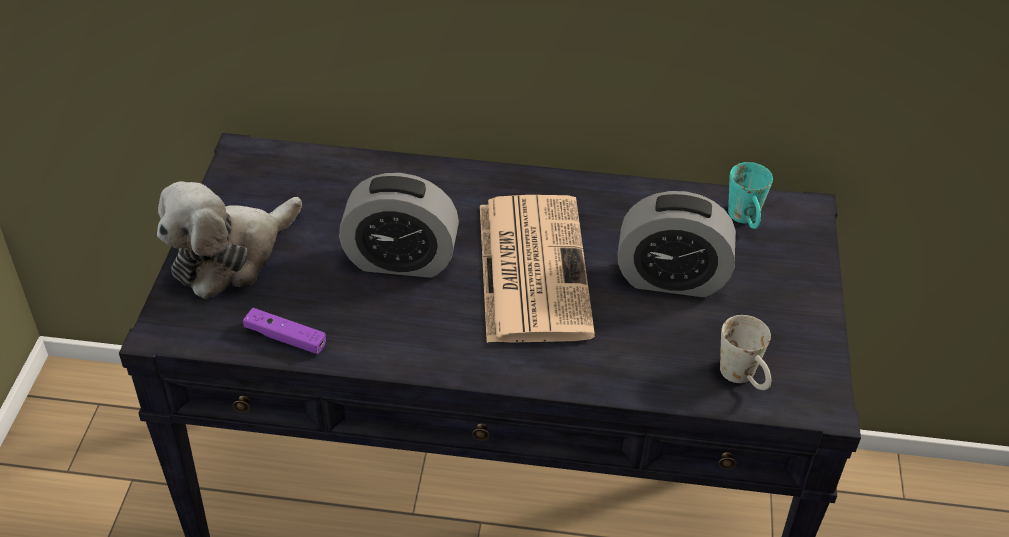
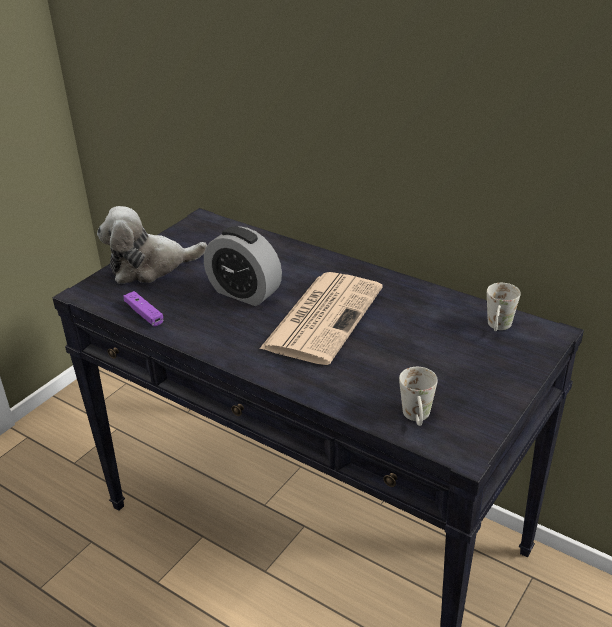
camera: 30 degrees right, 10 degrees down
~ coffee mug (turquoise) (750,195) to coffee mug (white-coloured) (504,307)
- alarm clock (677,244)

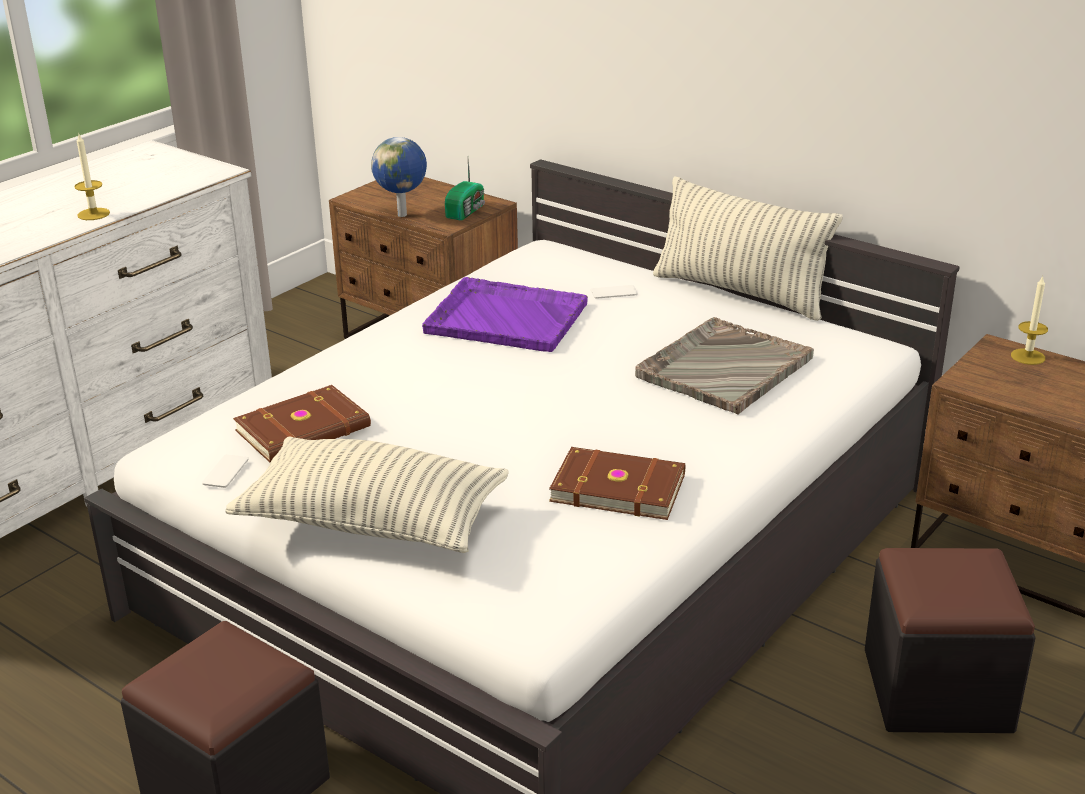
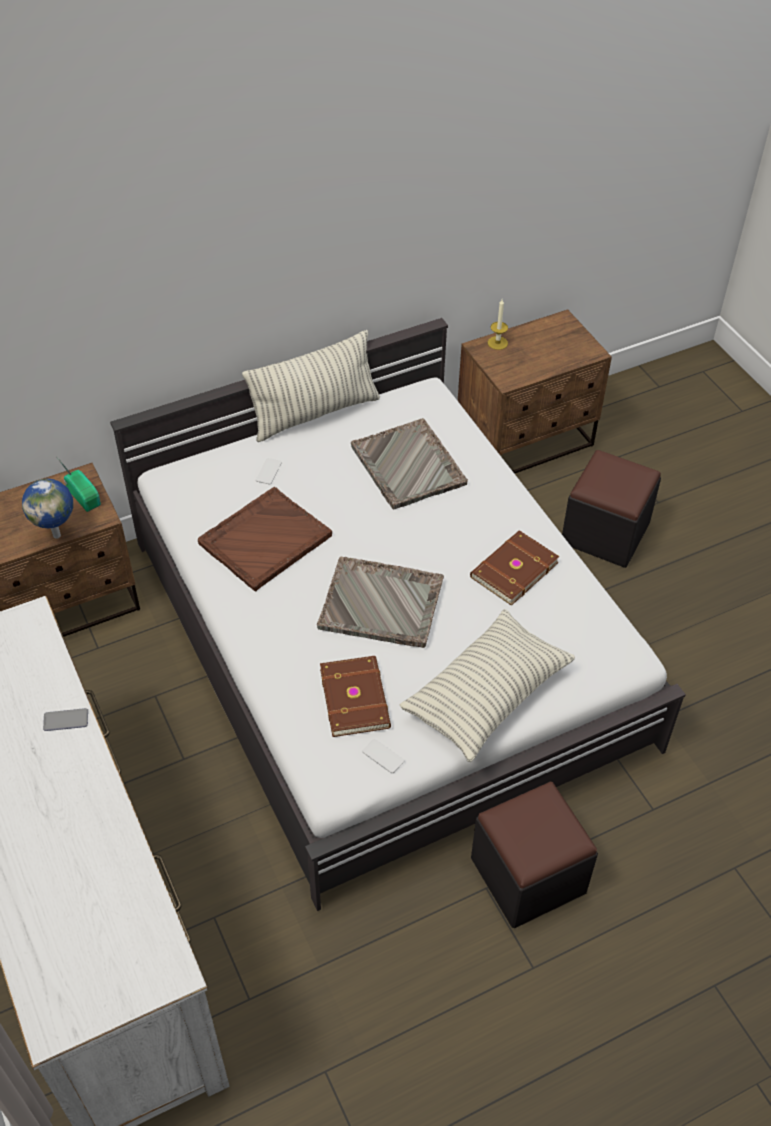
camera: 65 degrees left, 20 degrees up
~ wax light (92,177) to telephone (65,719)
~ carrying tray (purple) (505,314) to carrying tray (brown) (265,539)
+ carrying tray (gray) (380,602)

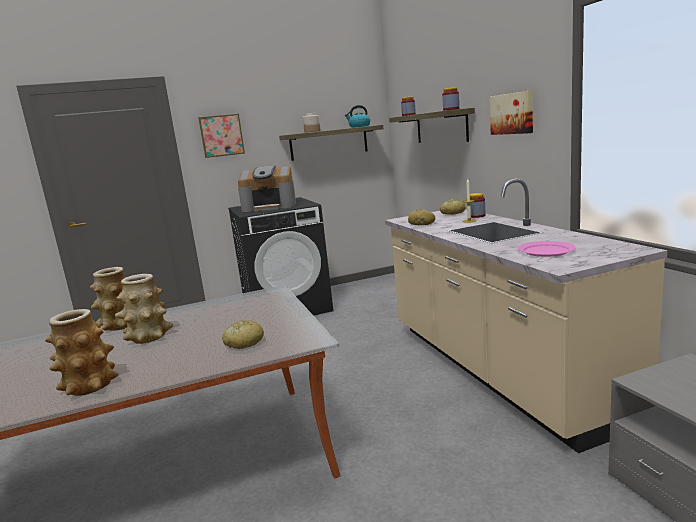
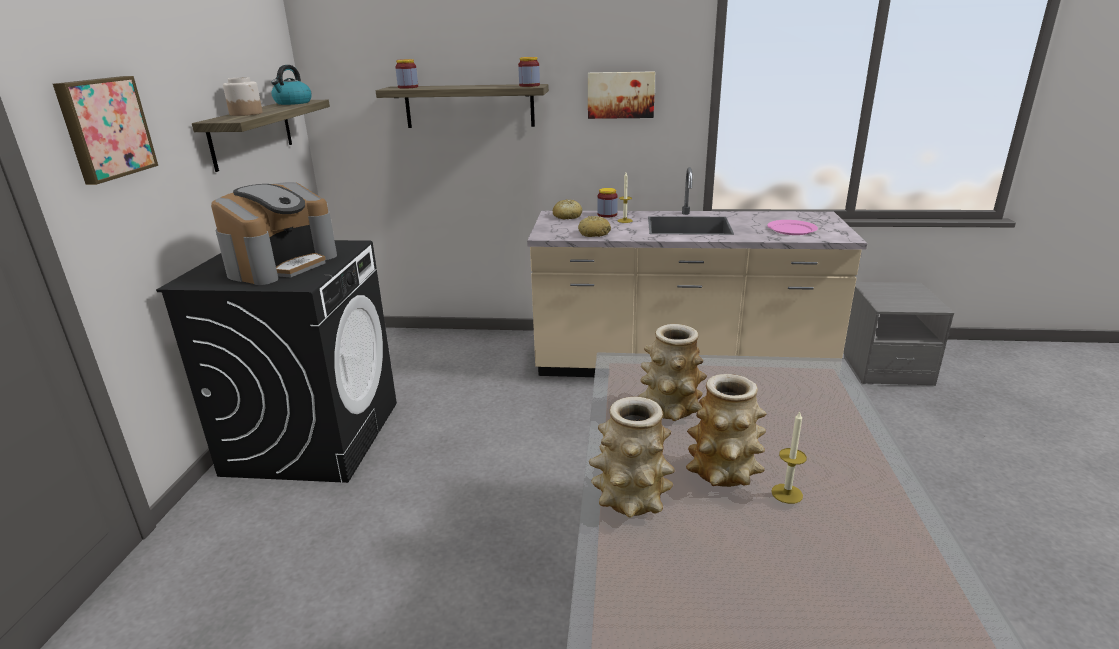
camera: 65 degrees left, 10 degrees up
~ decorative vase (82,352) to (672,372)
- bakery bread (243,334)
+ wax light (789,458)

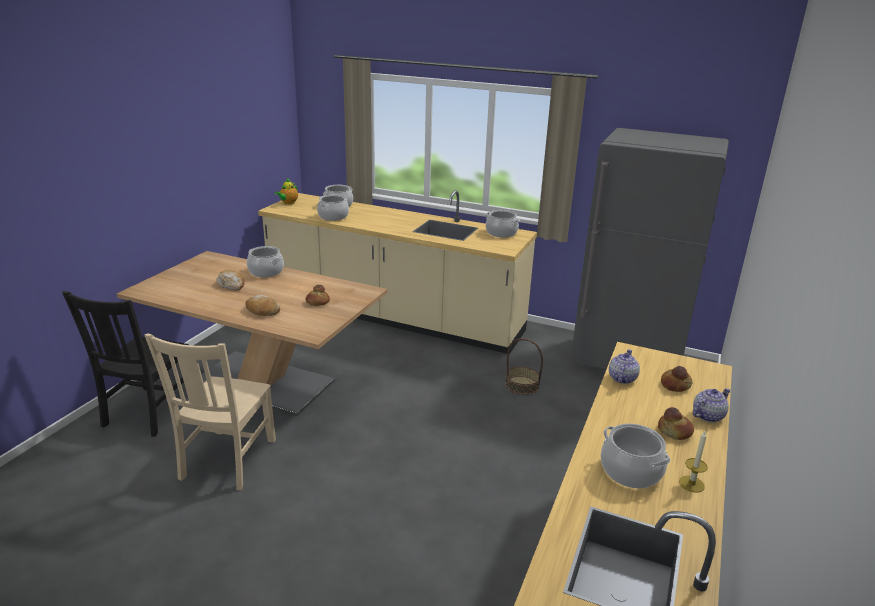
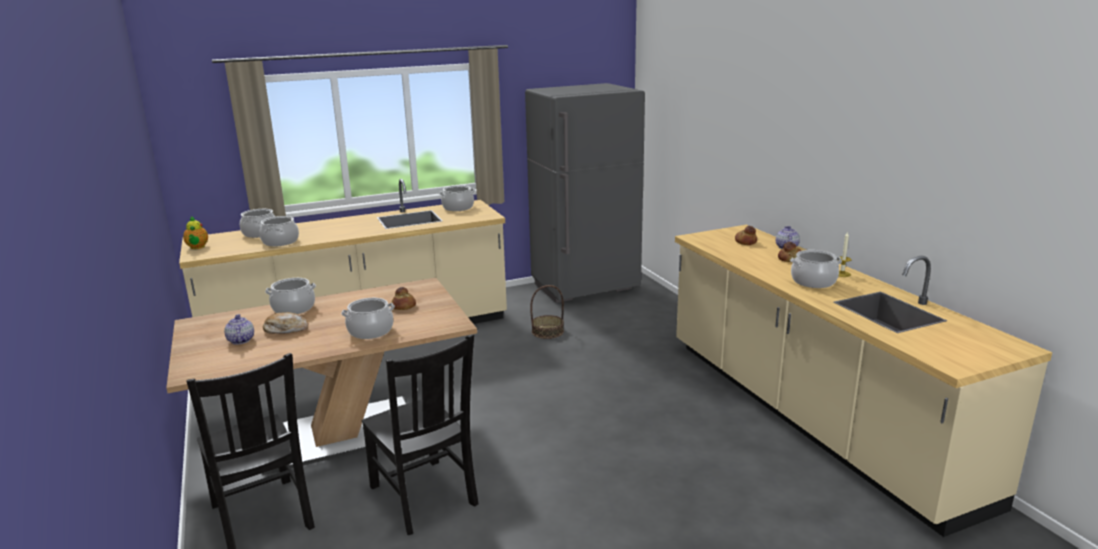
camera: 45 degrees left, 5 degrees down
~ bakery bread (262,305) to cooking pot (368,318)
~ upright chair (beige-coloured) (210,412) to upright chair (black-coloured) (420,434)
~ teapot (624,366) to (239,329)

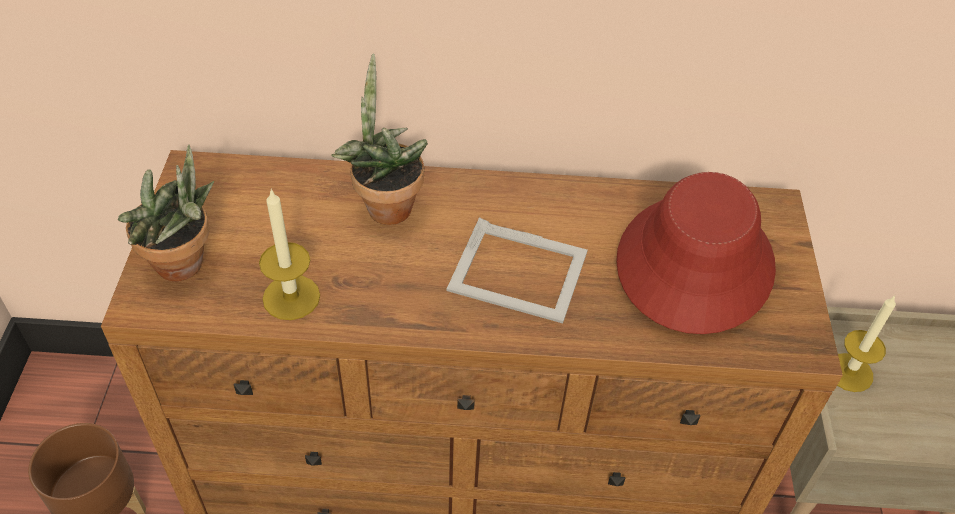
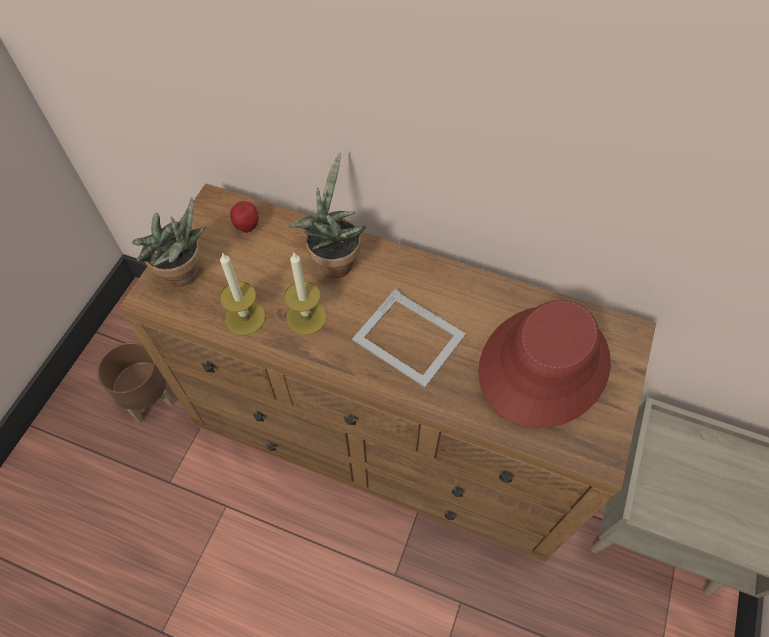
camera: 20 degrees right, 10 degrees up
~ wax light (866,344) to (305,294)
+ whole apple (244,217)

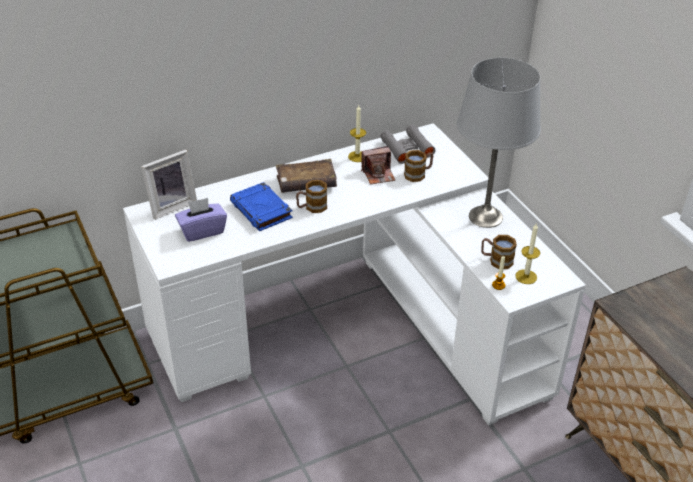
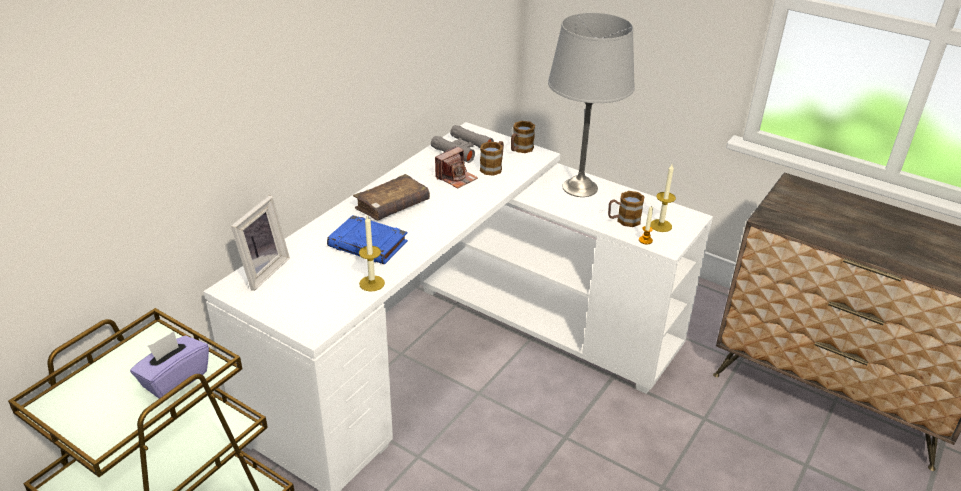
camera: 30 degrees left, 5 degrees down
~ wax light (357,133) to (372,253)
~ coffee mug (311,196) to (523,137)
~ box of tissues (purple) (201,220) to (169,365)

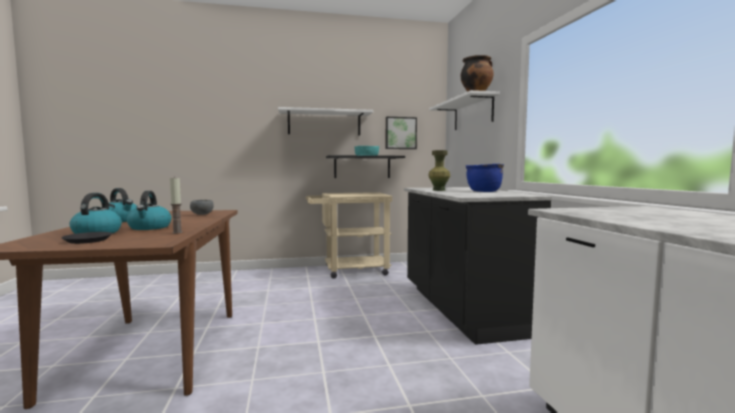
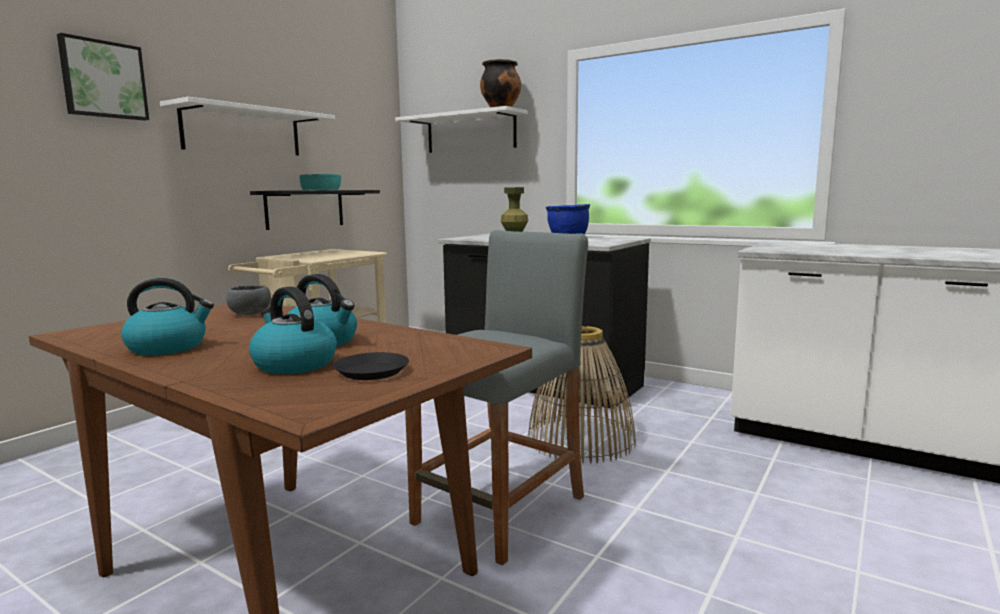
camera: 45 degrees left, 5 degrees up
~ picture (401,133) to (103,76)
- wax light (176,204)
+ sitting stool (gray) (496,398)
+ basket (582,395)

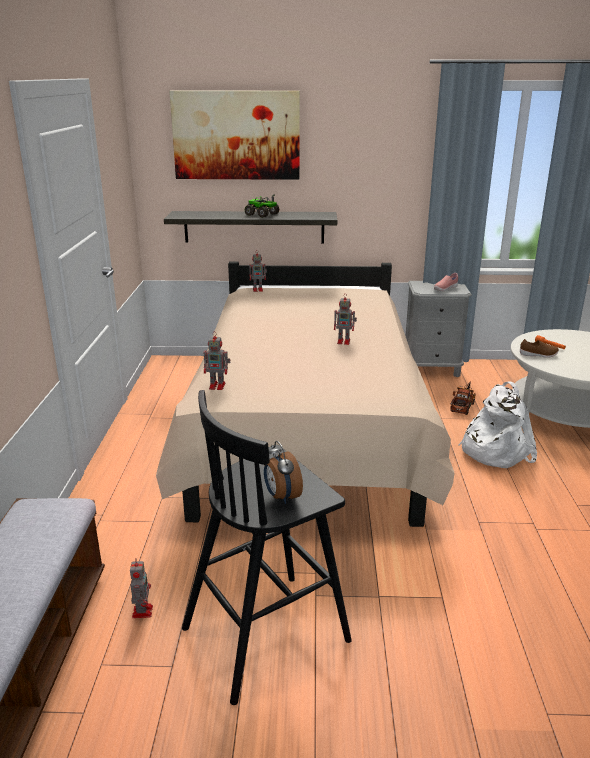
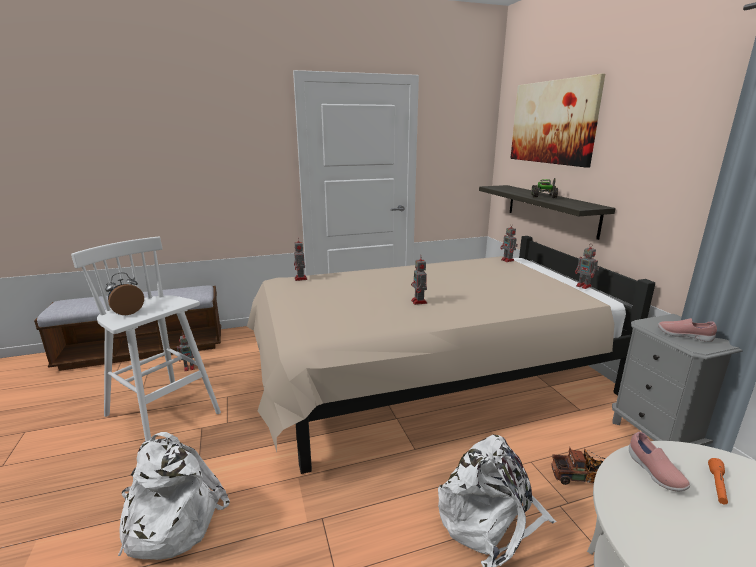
camera: 70 degrees right, 5 degrees down
~ shoe (brown) (539,348) to shoe (pink) (659,461)
~ sitting stool (black-coloured) (267,547) to sitting stool (white-coloured) (146,339)
+ model robot (587,266)
+ knapsack (white-coloured) (174,496)

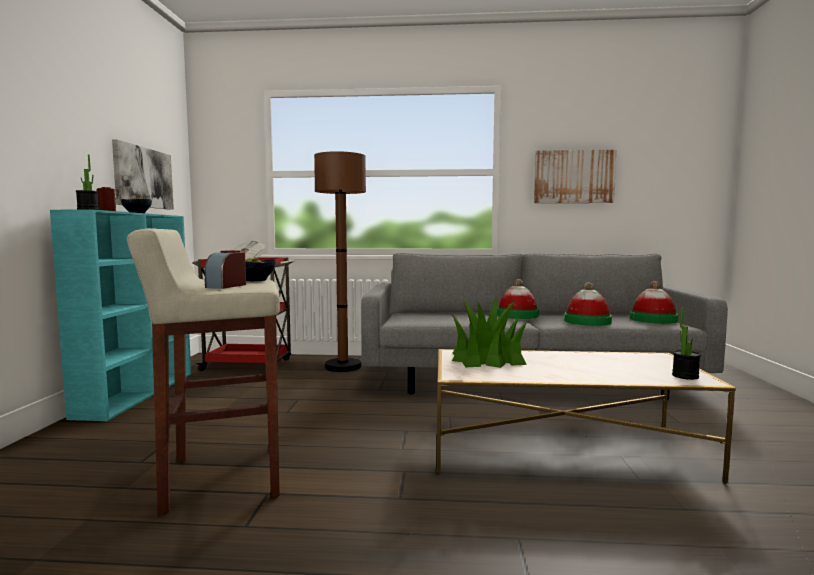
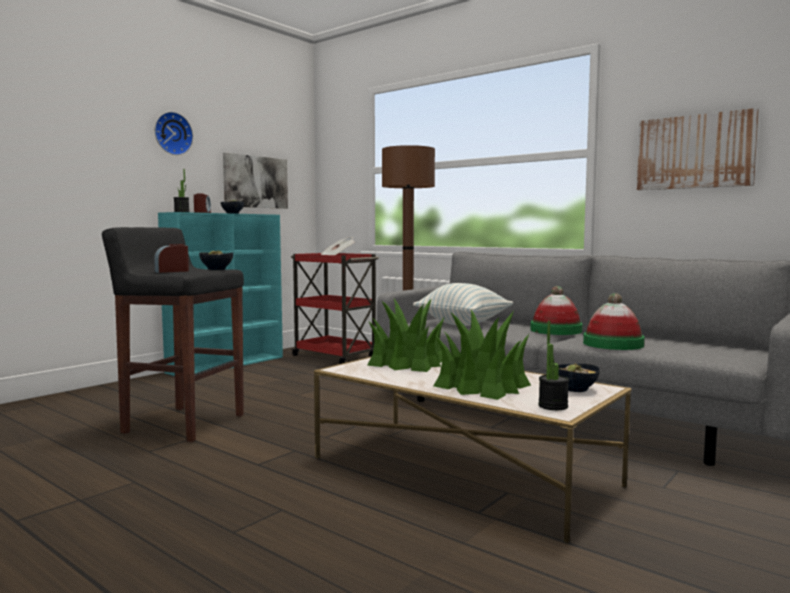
camera: 35 degrees right, 0 degrees up
~ sitting stool (beige-coloured) (203,371) to sitting stool (black-coloured) (173,334)
- wearable hat (653,302)
+ clock on the wall (174,133)
+ throw pillow (463,304)
+ plant in a pot (482,355)
+ deep dish (579,377)

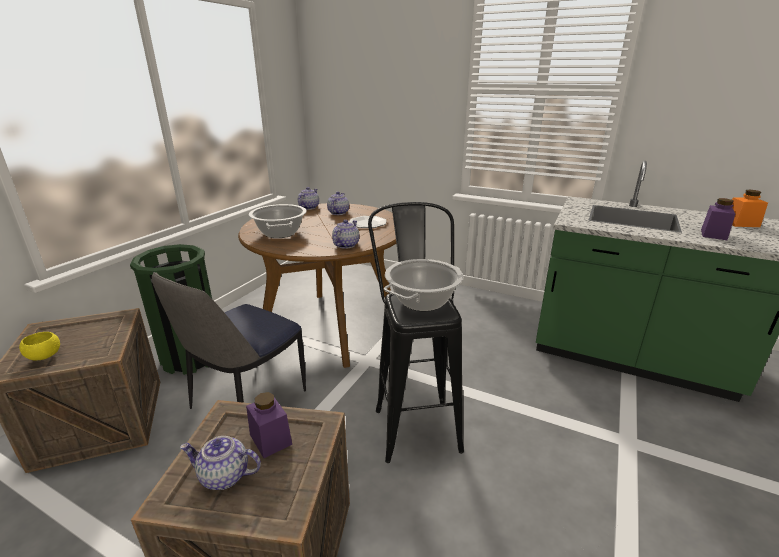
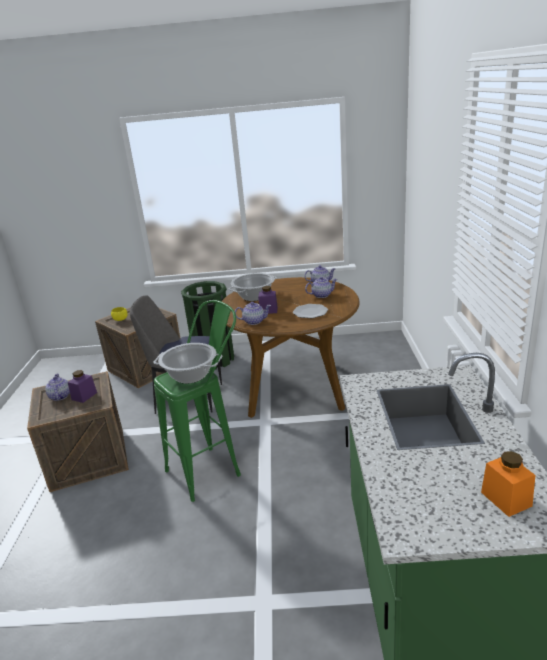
camera: 65 degrees right, 0 degrees up
~ preserve jar (purple) (718,219) to (268,300)
~ sitting stool (black-coloured) (416,332) to sitting stool (green-coloured) (197,401)

